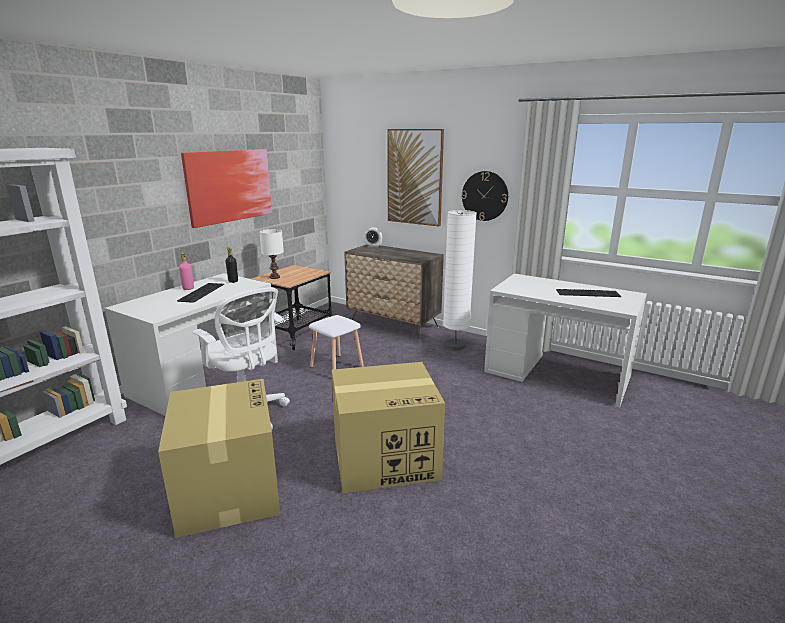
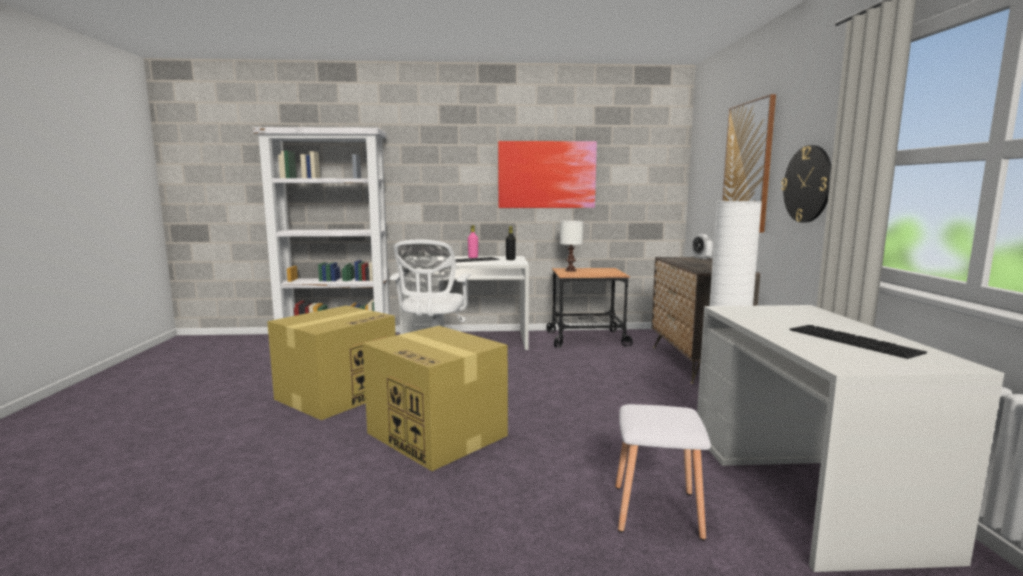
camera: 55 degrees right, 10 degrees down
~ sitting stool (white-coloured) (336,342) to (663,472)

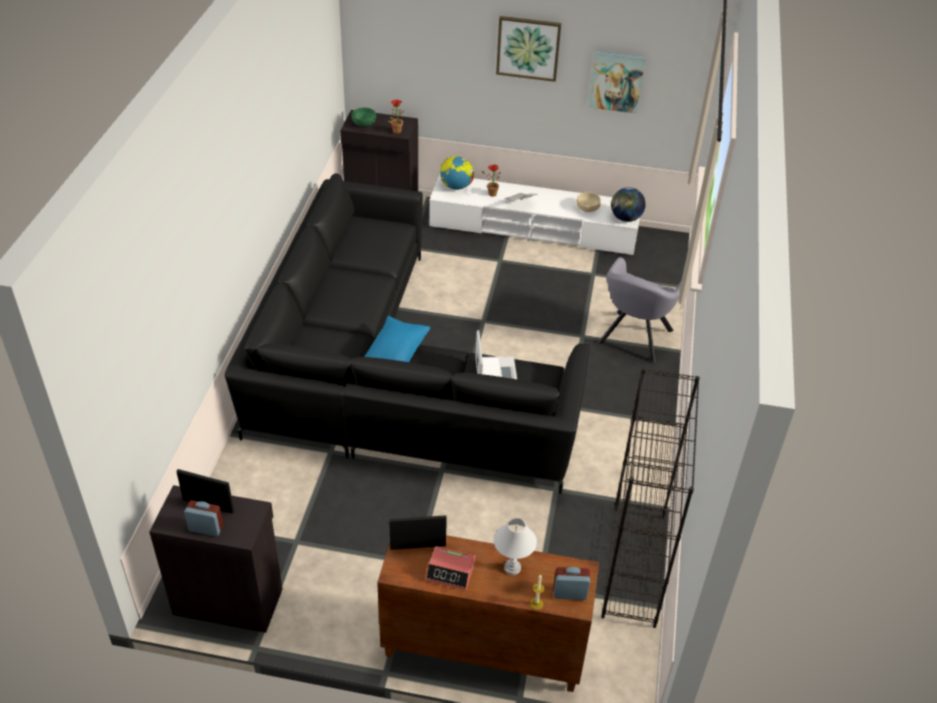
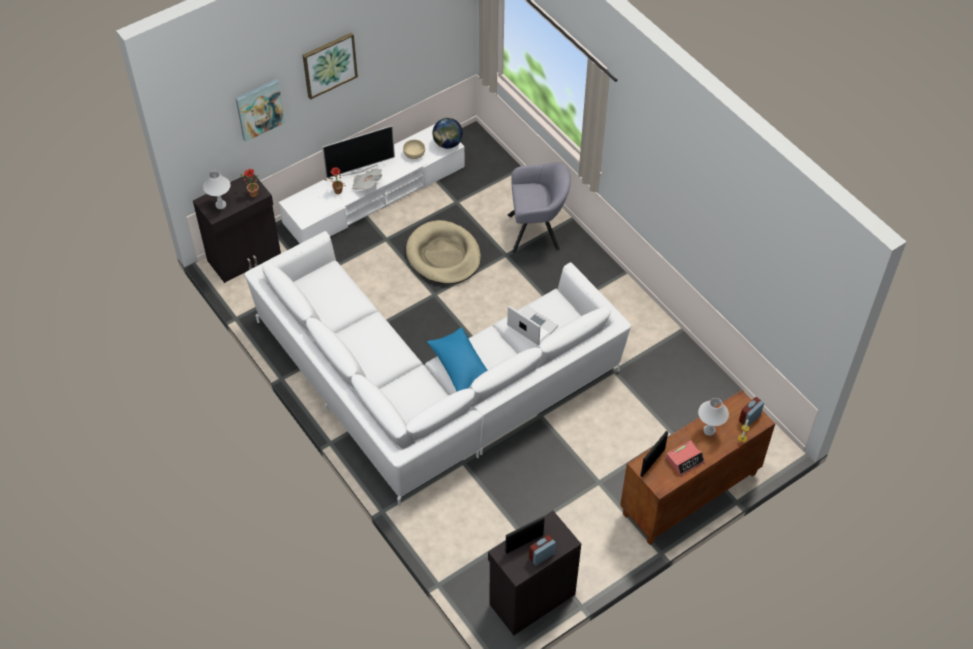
camera: 45 degrees left, 10 degrees up
~ picture (617,82) to (260,110)
~ deep dish (green-coloured) (364,117) to tabletop lamp (white-coloured) (217,190)
- world globe (457,173)
~ couch (black-coloured) (407,333) to couch (white-coloured) (438,368)
~ easy chair (gray) (639,310) = (539,207) 75 degrees counterclockwise
- shelving unit (black-coloured) (650,498)
+ television (358,152)
+ pet bed (beige-coloured) (443,252)

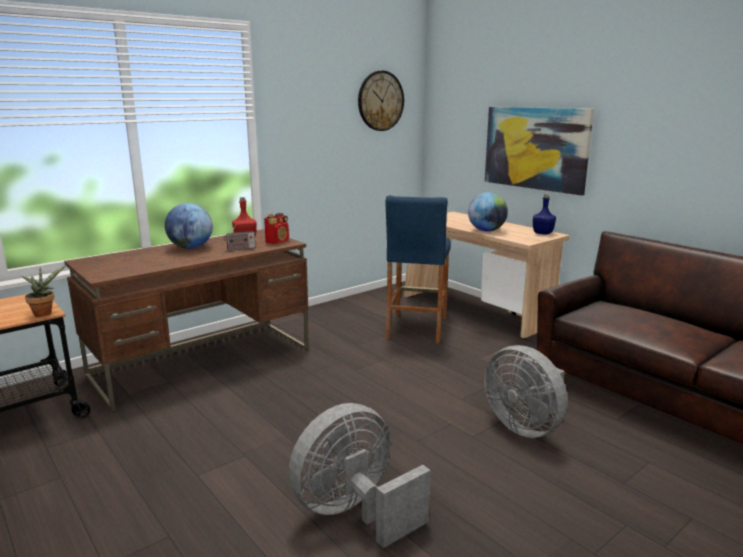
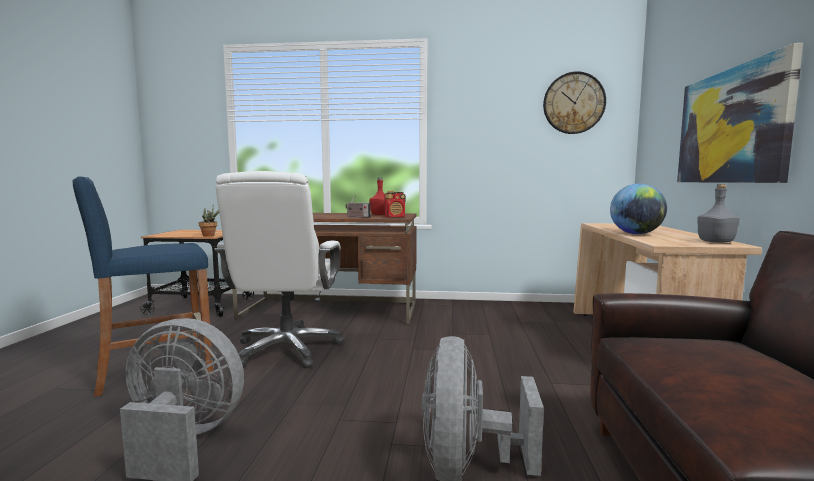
camera: 45 degrees right, 10 degrees down
~ bottle (blue-coloured) (544,214) to bottle (gray) (718,213)
~ sitting stool (blue-coloured) (418,269) to (142,286)
- world globe (189,226)
+ office chair (white-coloured) (278,269)

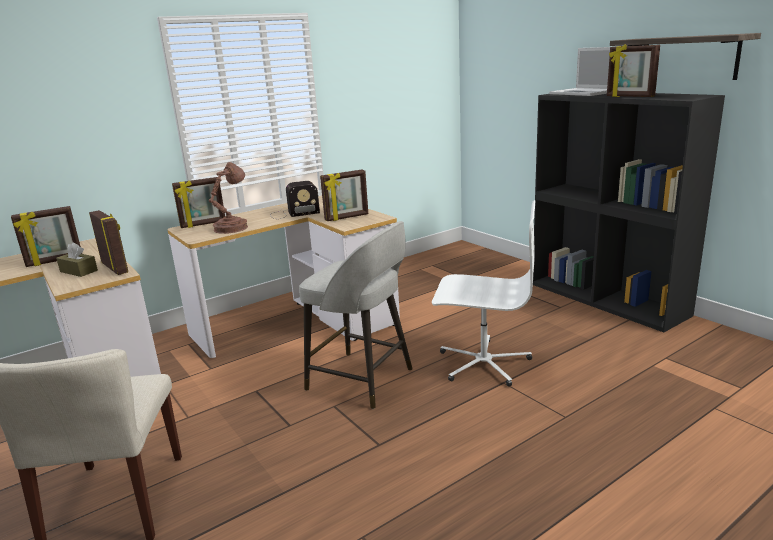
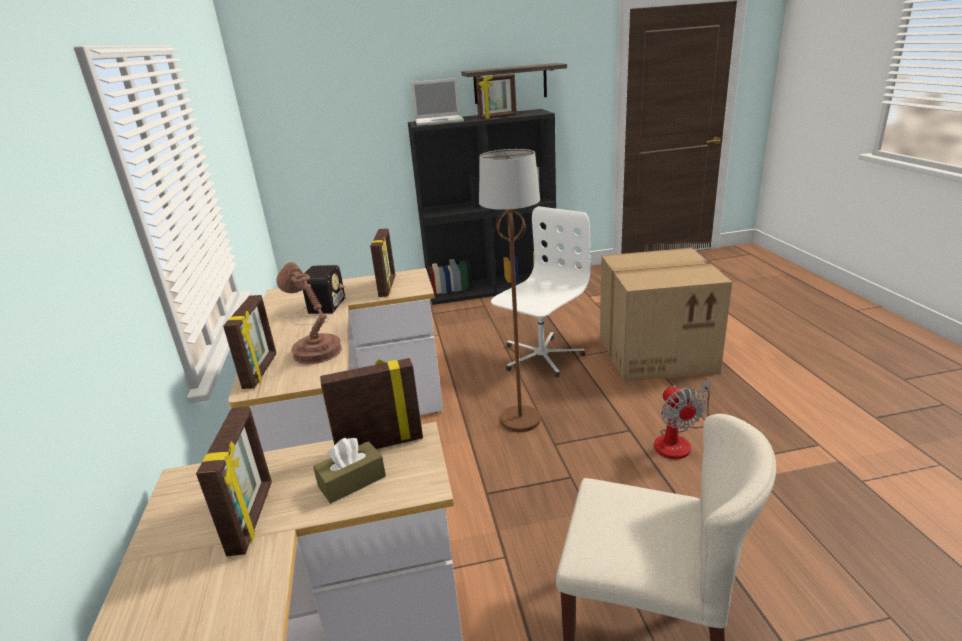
camera: 65 degrees left, 5 degrees up
~ sitting stool (gray) (355,315) to floor lamp (brown) (509,290)
+ cardboard box (666,315)
+ cooling fan (682,419)

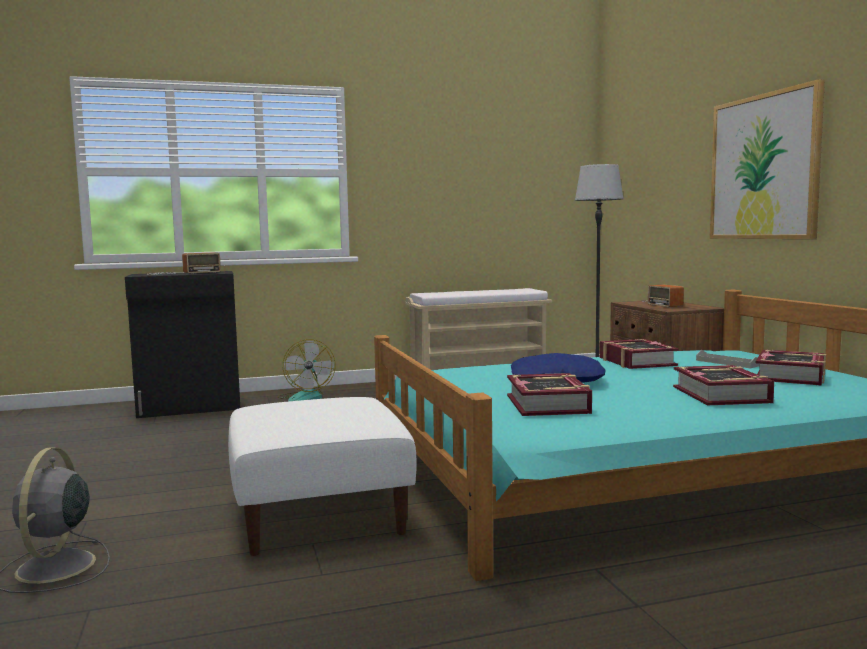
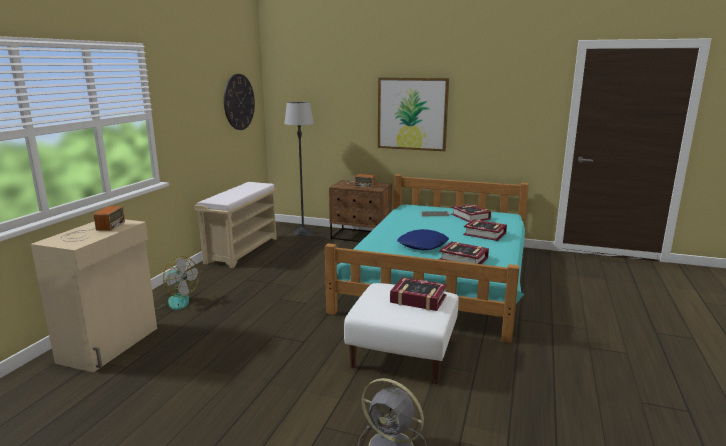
camera: 55 degrees left, 10 degrees up
~ cabinet (black-coloured) (182,344) to cabinet (beige-coloured) (94,295)
~ book (638,354) to (418,294)
+ clock on the wall (239,102)

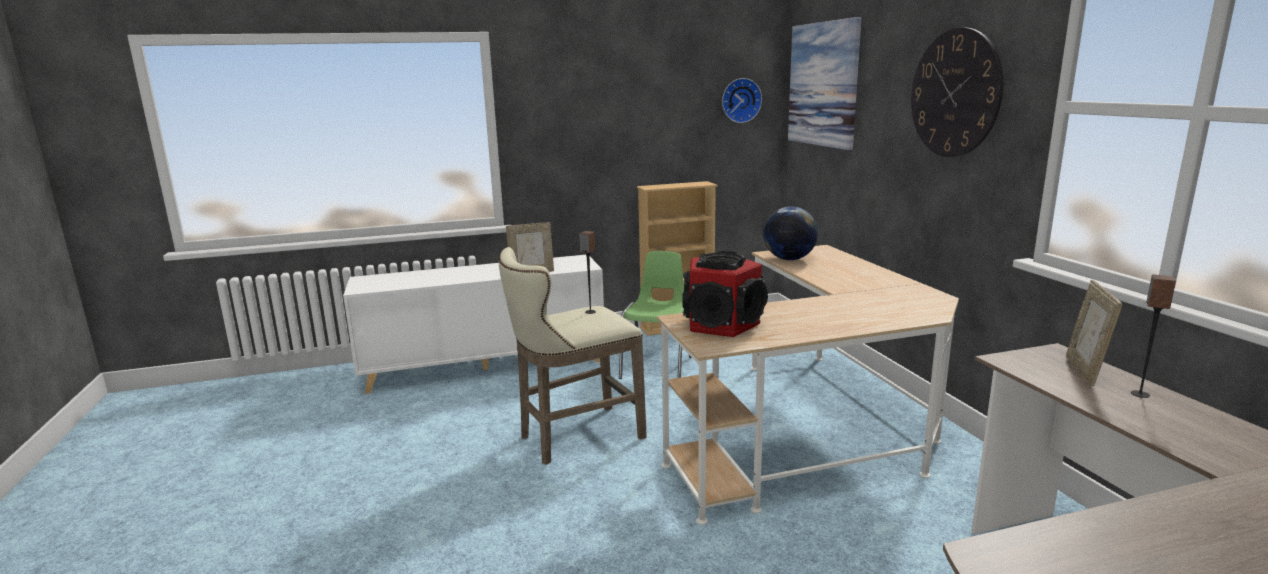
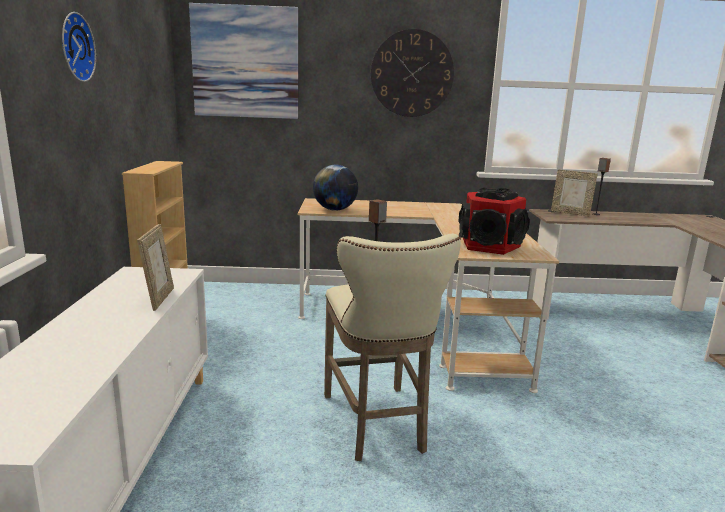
camera: 75 degrees left, 0 degrees up
~ clock on the wall (742,100) to (79,47)
- upright chair (green-coloured) (655,315)

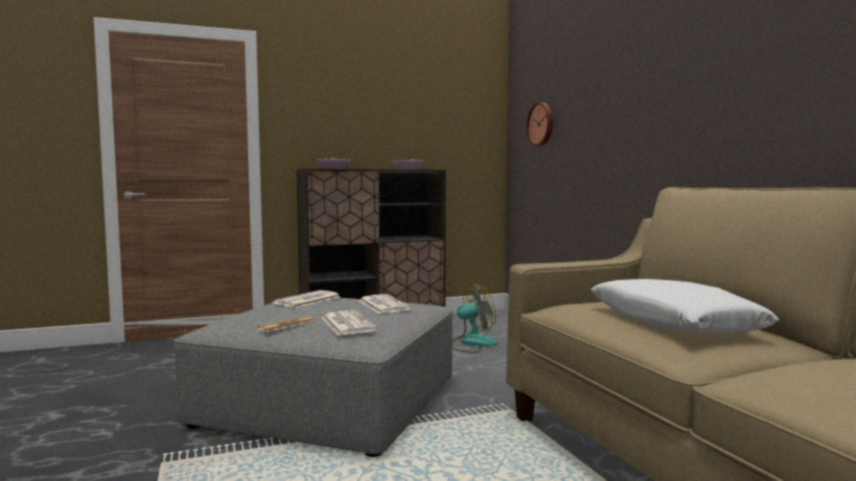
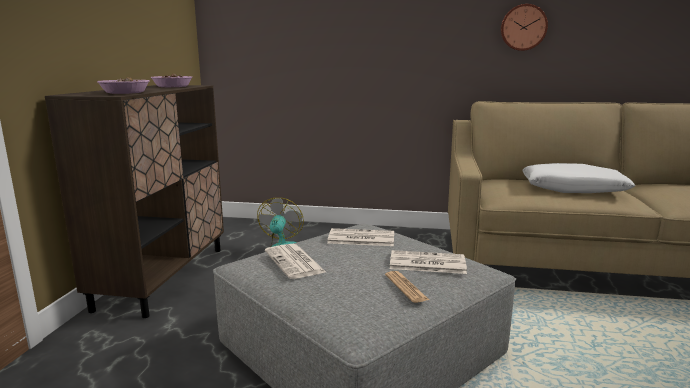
camera: 60 degrees left, 10 degrees up
~ clock on the wall (539,124) to (524,27)

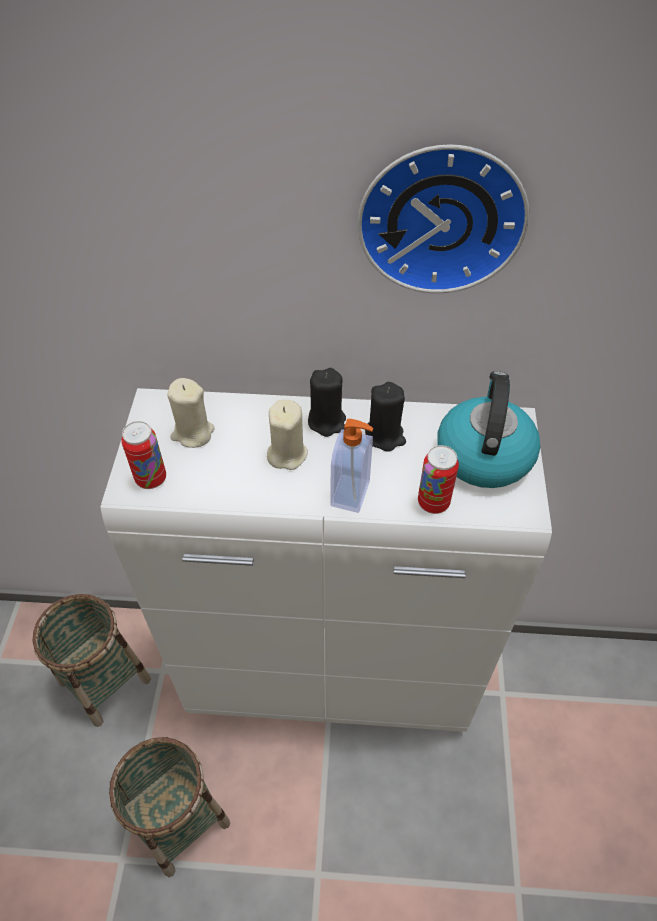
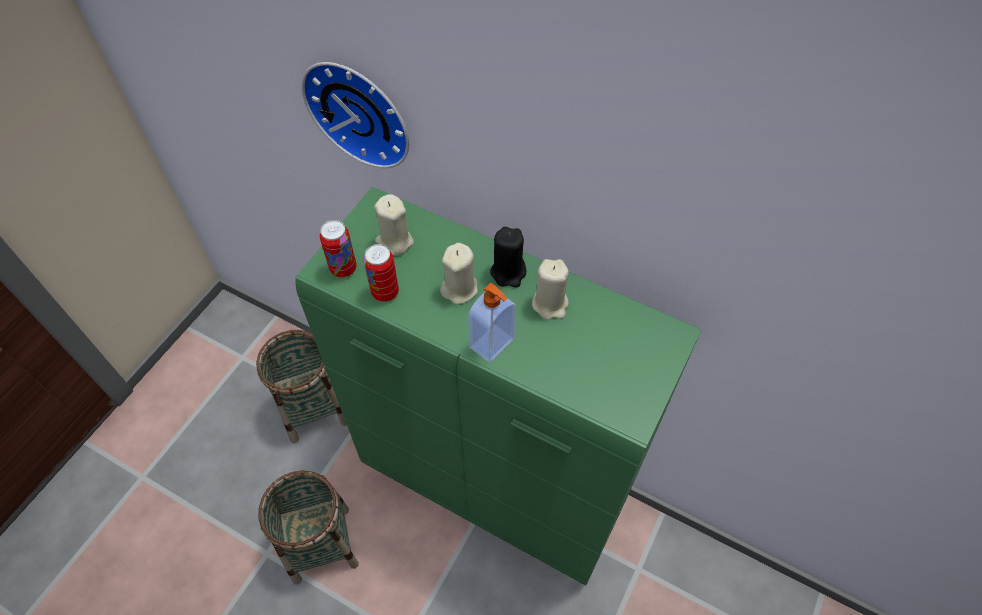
camera: 25 degrees right, 5 degrees up
~ clock on the wall (443,218) to (355,115)
- water kettle (488,429)
~ wax light (black-coloured) (385,417) to wax light (beige-coloured) (550,289)
~ cabinet (white-coloured) (326,560) to cabinet (green-coloured) (498,386)
~ can (438,479) to (381,273)

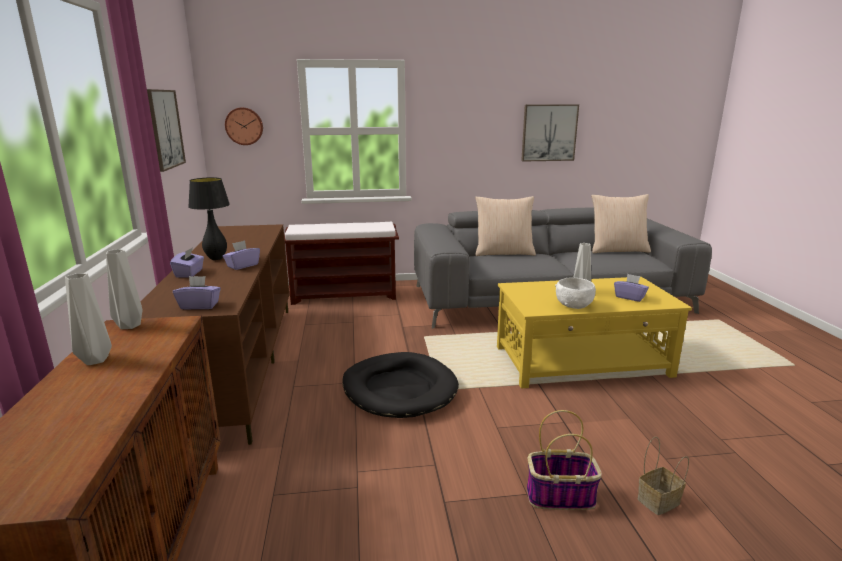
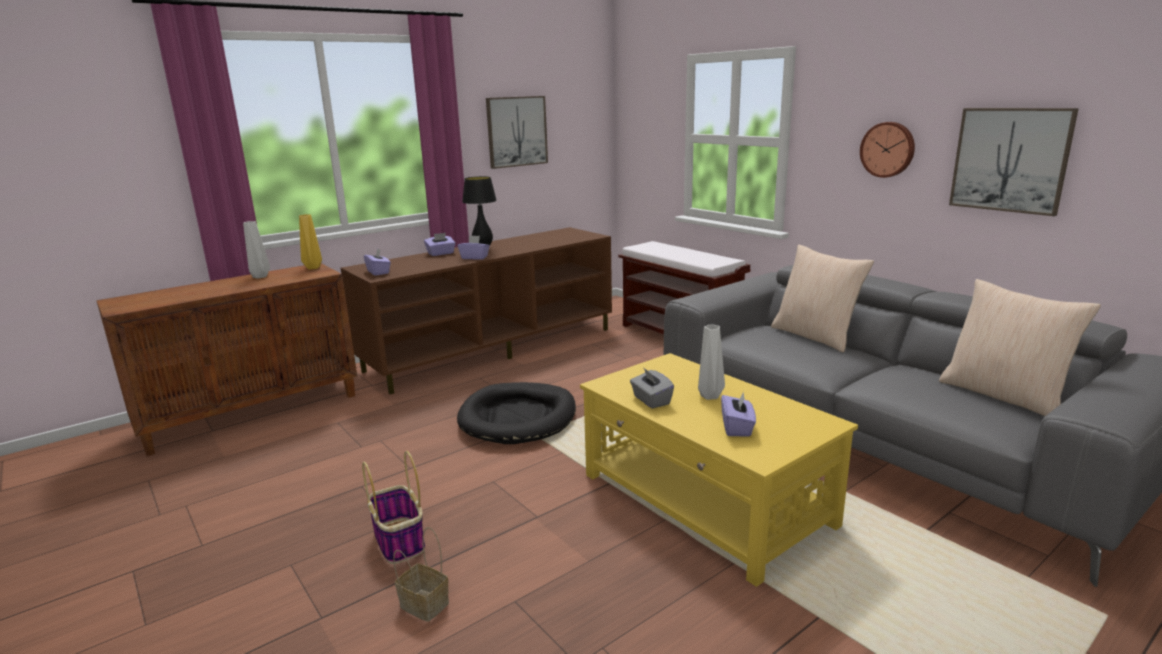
camera: 60 degrees right, 0 degrees up
~ clock on the wall (244,126) to (887,150)
~ decorative vase (gray) (124,289) to decorative vase (yellow) (310,242)
~ deep dish (white-coloured) (575,293) to box of tissues (gray) (652,388)

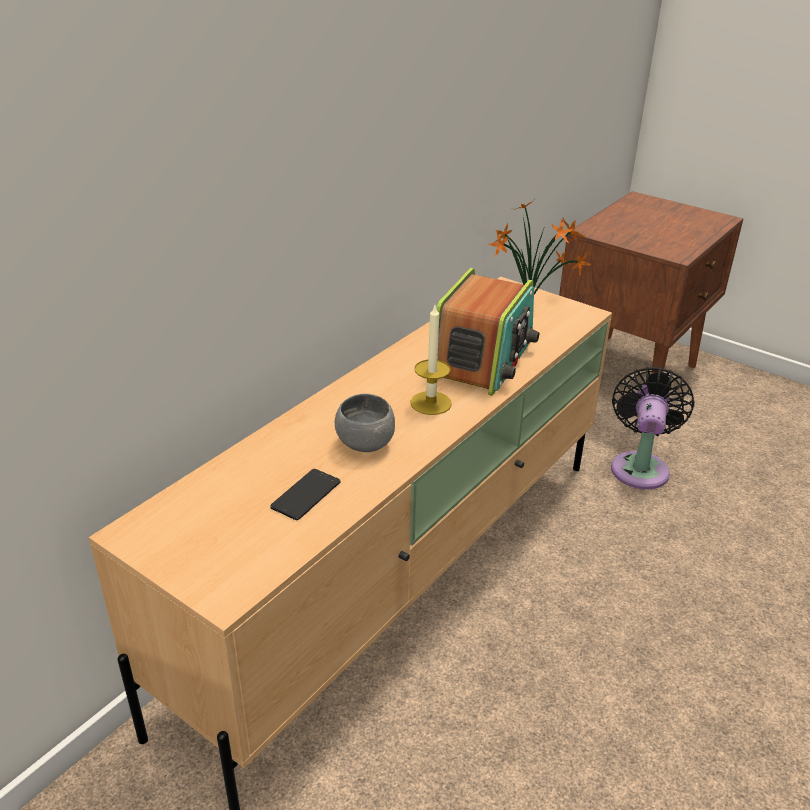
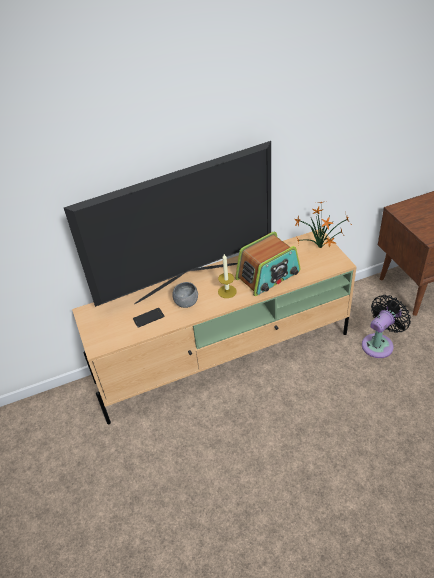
camera: 35 degrees right, 10 degrees up
+ television (167,224)

